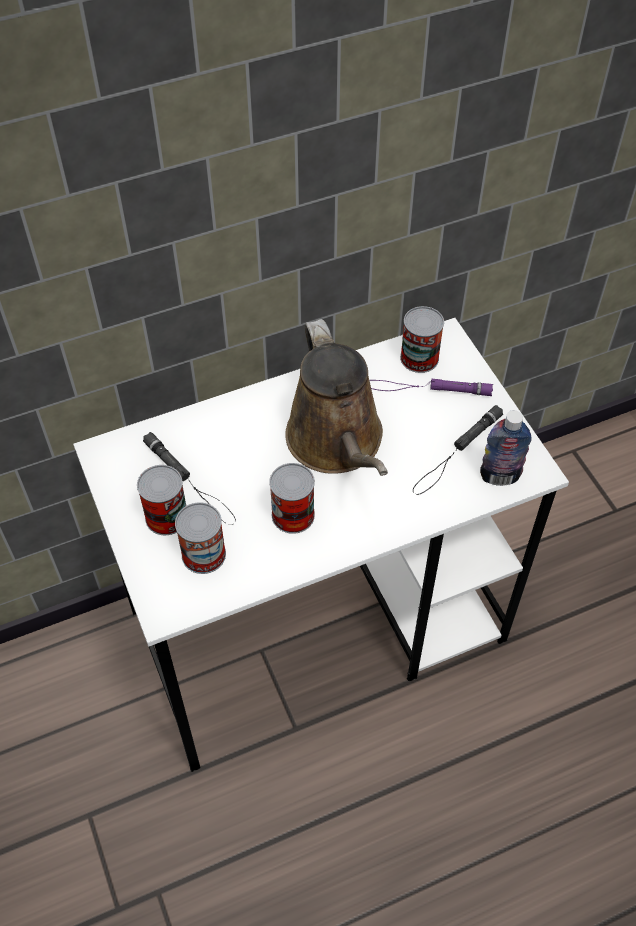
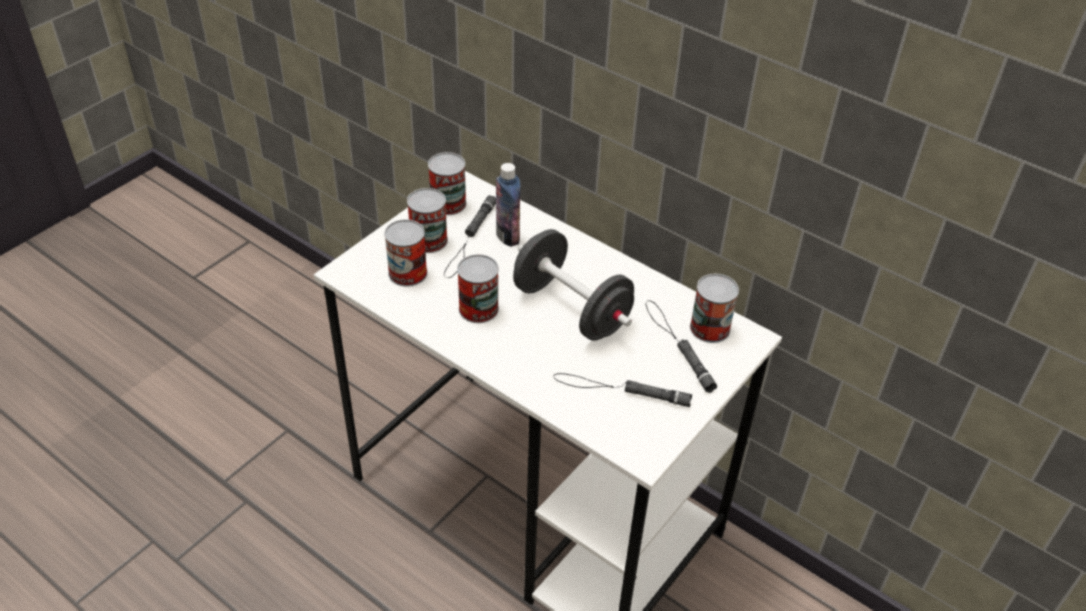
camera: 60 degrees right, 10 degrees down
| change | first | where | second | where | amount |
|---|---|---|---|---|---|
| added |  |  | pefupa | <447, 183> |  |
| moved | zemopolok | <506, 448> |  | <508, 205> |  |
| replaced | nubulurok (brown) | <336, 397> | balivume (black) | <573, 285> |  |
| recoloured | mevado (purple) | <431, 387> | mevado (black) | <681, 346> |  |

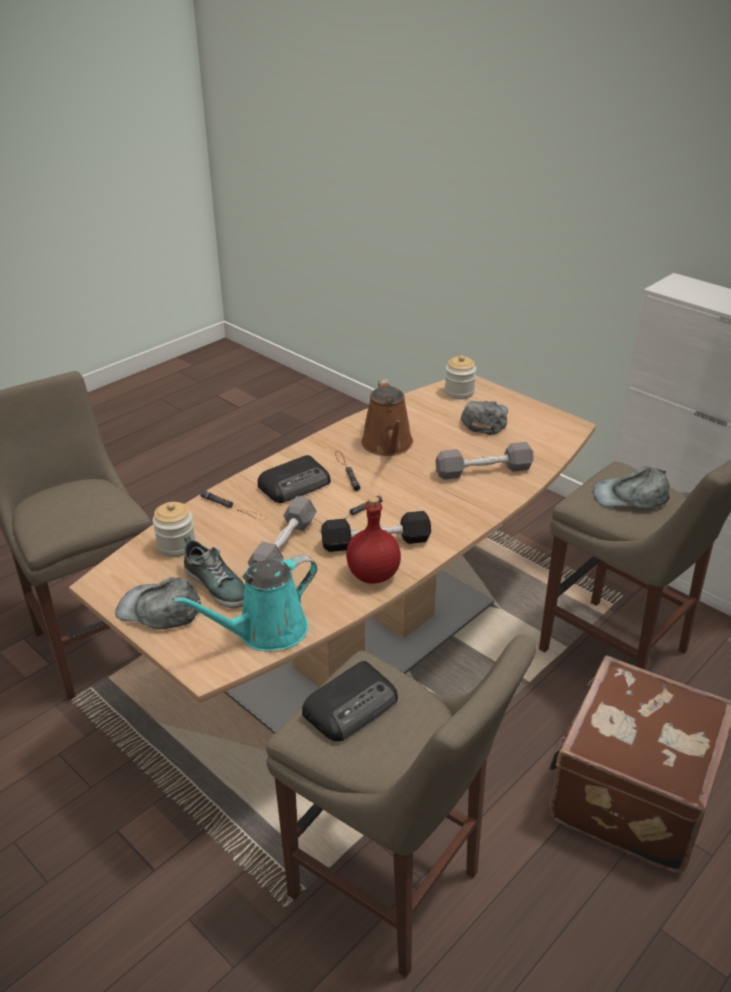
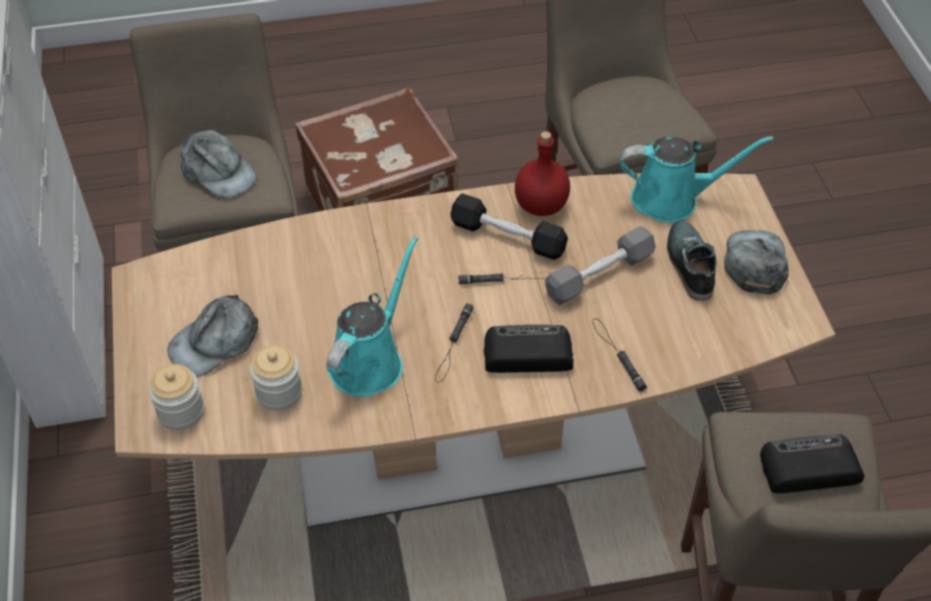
camera: 145 degrees left, 15 degrees up
| change | first | where | second | where | amount |
|---|---|---|---|---|---|
| removed | balivume (grey) | <485, 460> |  |  |  |
| moved | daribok | <174, 529> |  | <276, 377> |  |
| moved | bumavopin | <350, 701> |  | <812, 463> |  |
| recoloured | nubulurok (brown) | <387, 417> | nubulurok (turquoise) | <372, 316> |  |
| turned | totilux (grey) | <158, 603> |  | <756, 262> | 135 degrees counterclockwise |

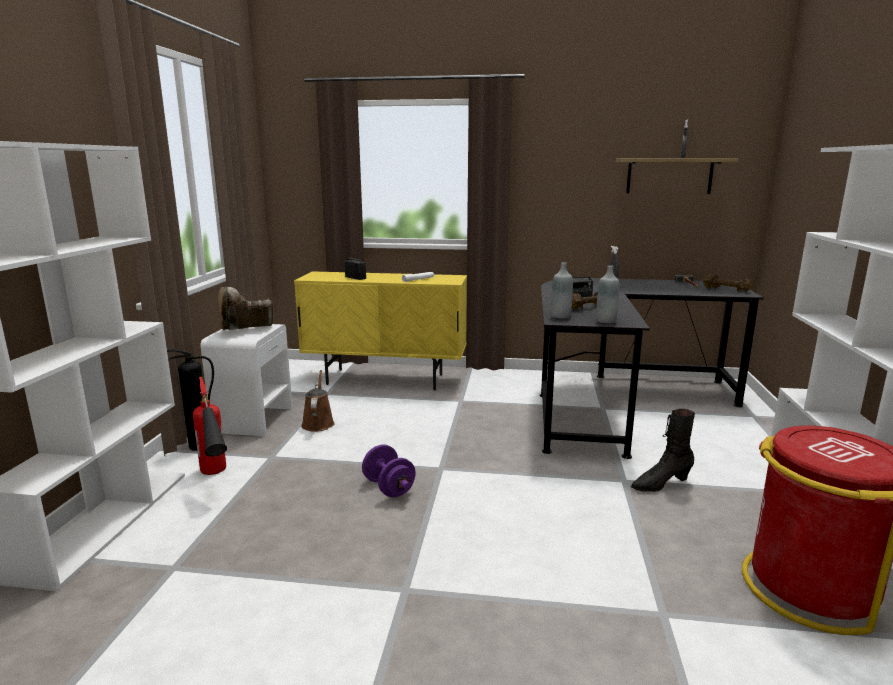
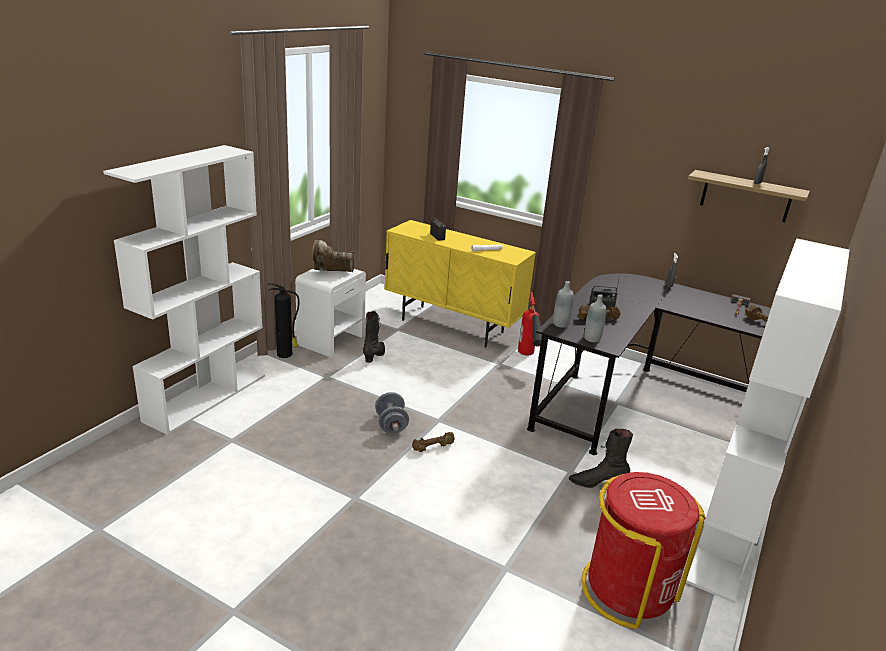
camera: 20 degrees right, 10 degrees up
| change | first | where | second | where | amount |
|---|---|---|---|---|---|
| added |  |  | balivume (brown) | <433, 442> |  |
| moved | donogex | <210, 426> |  | <530, 324> |  |
| replaced | nubulurok (brown) | <318, 401> | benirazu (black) | <374, 337> |  |
| recoloured | balivume (purple) | <389, 470> | balivume (grey) | <392, 413> |  |

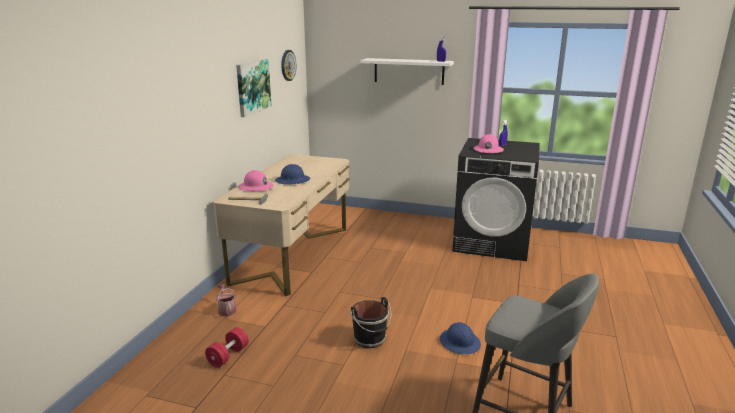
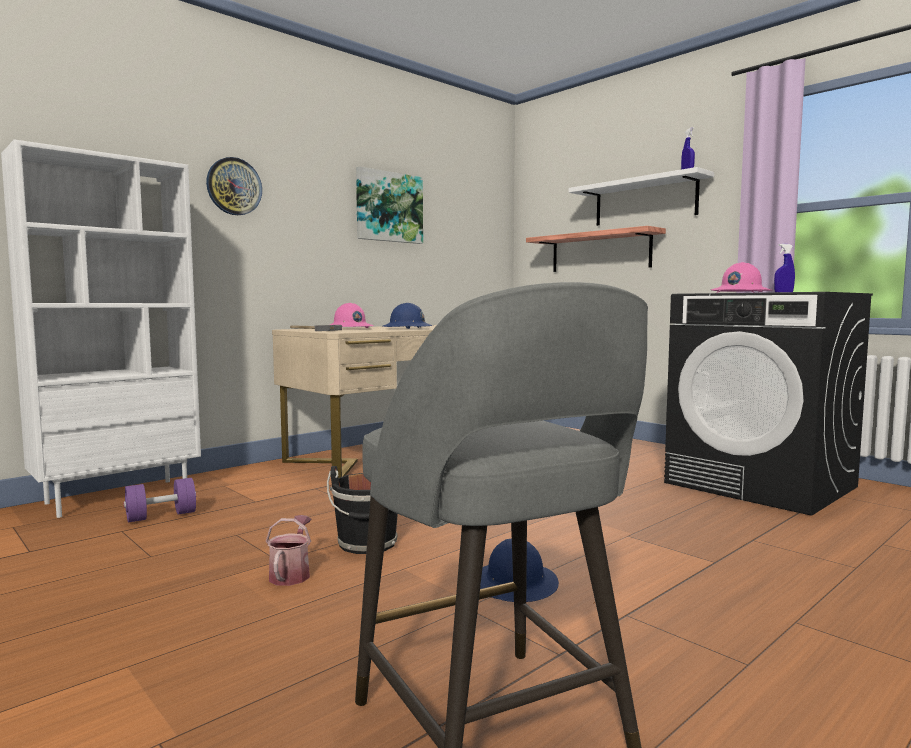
camera: 30 degrees right, 15 degrees down
| change | first | where | second | where | amount |
|---|---|---|---|---|---|
| added |  |  | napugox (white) | <101, 328> |  |
| added |  |  | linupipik | <596, 249> |  |
| moved | nubulurok | <226, 300> |  | <288, 550> |  |
| moved | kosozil | <288, 65> |  | <234, 186> |  |
| recoloured | balivume (red) | <227, 347> | balivume (purple) | <159, 500> |  |

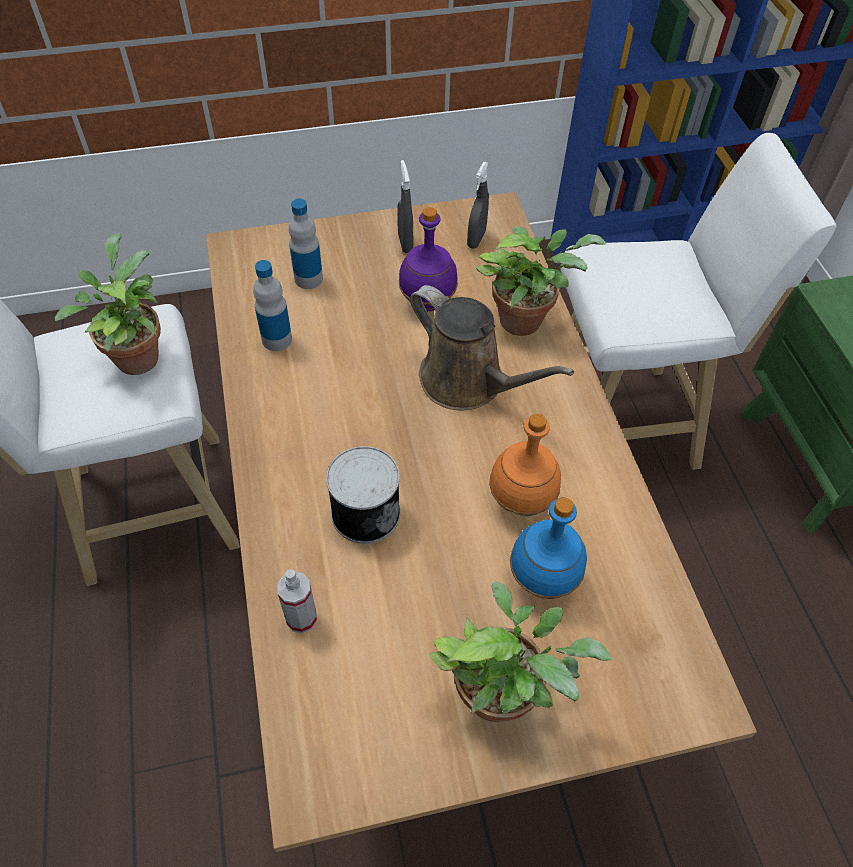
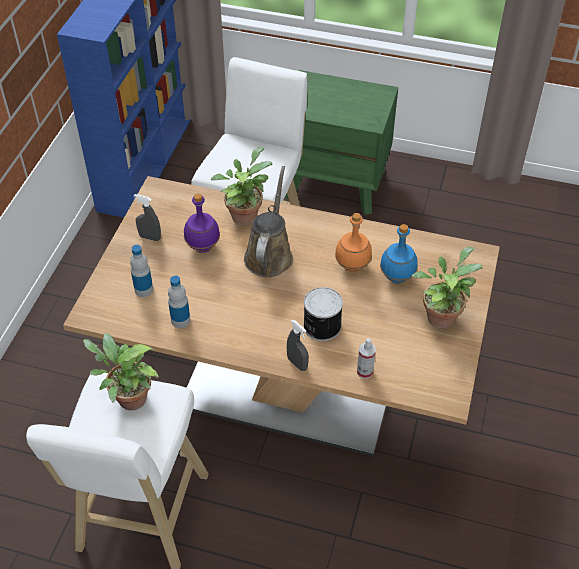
camera: 60 degrees left, 5 degrees down
| change | first | where | second | where | amount |
|---|---|---|---|---|---|
| moved | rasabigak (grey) | <478, 205> |  | <298, 345> |  |
| turned | nubulurok (brown) | <492, 347> |  | <268, 221> | 60 degrees counterclockwise |

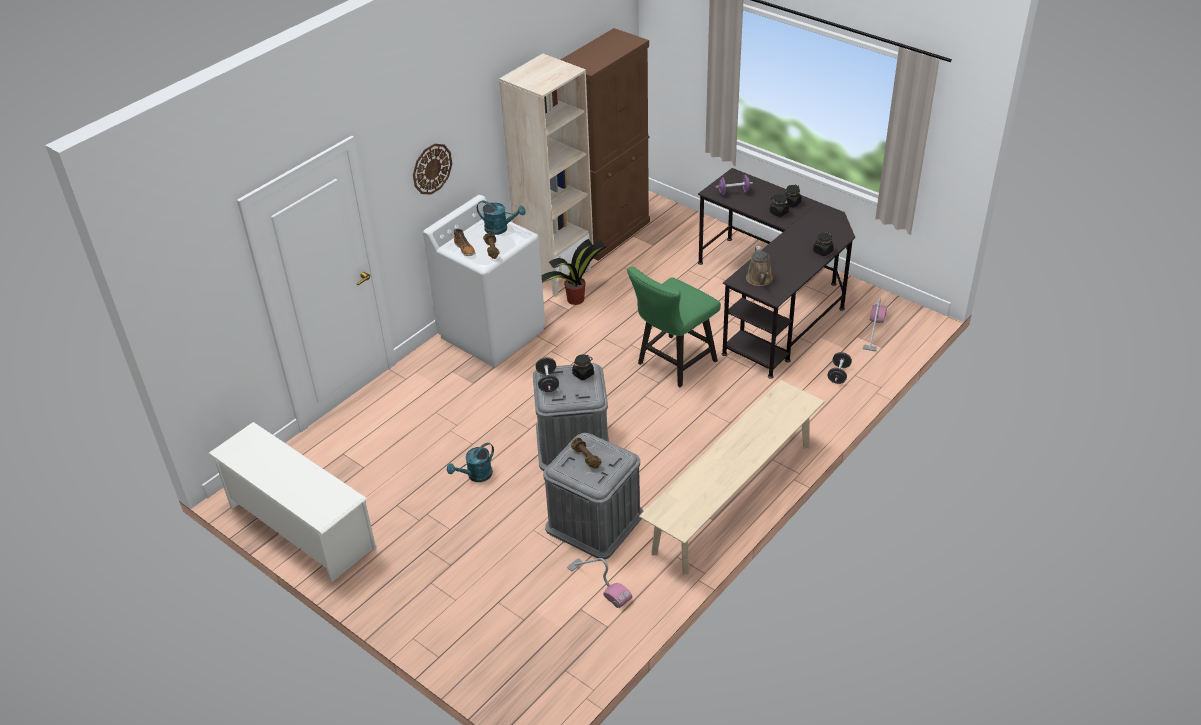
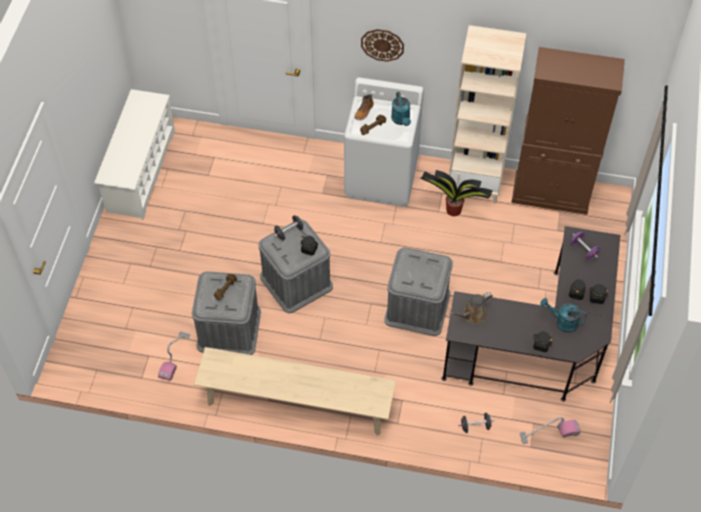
camera: 60 degrees right, 15 degrees up
| change | first | where | second | where | amount |
|---|---|---|---|---|---|
| moved | nubulurok (turquoise) | <470, 462> |  | <563, 315> |  |
| replaced | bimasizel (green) | <674, 326> | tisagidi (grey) | <418, 291> |  |

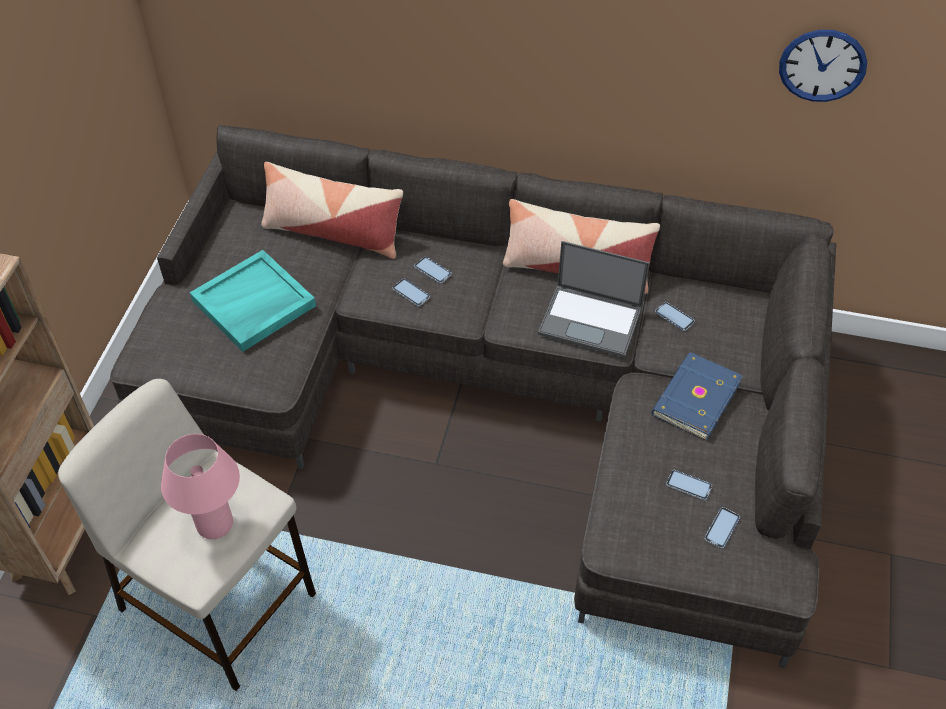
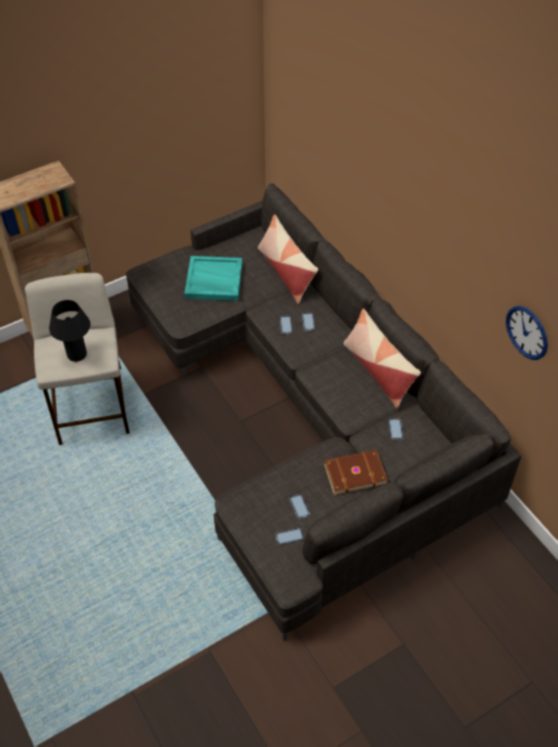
camera: 45 degrees right, 0 degrees up
| change | first | where | second | where | amount |
|---|---|---|---|---|---|
| removed | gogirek | <594, 299> |  |  |  |
| recoloured | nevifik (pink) | <200, 486> | nevifik (black) | <69, 331> |  |
| recoloured | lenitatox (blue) | <697, 396> | lenitatox (brown) | <356, 472> |  |

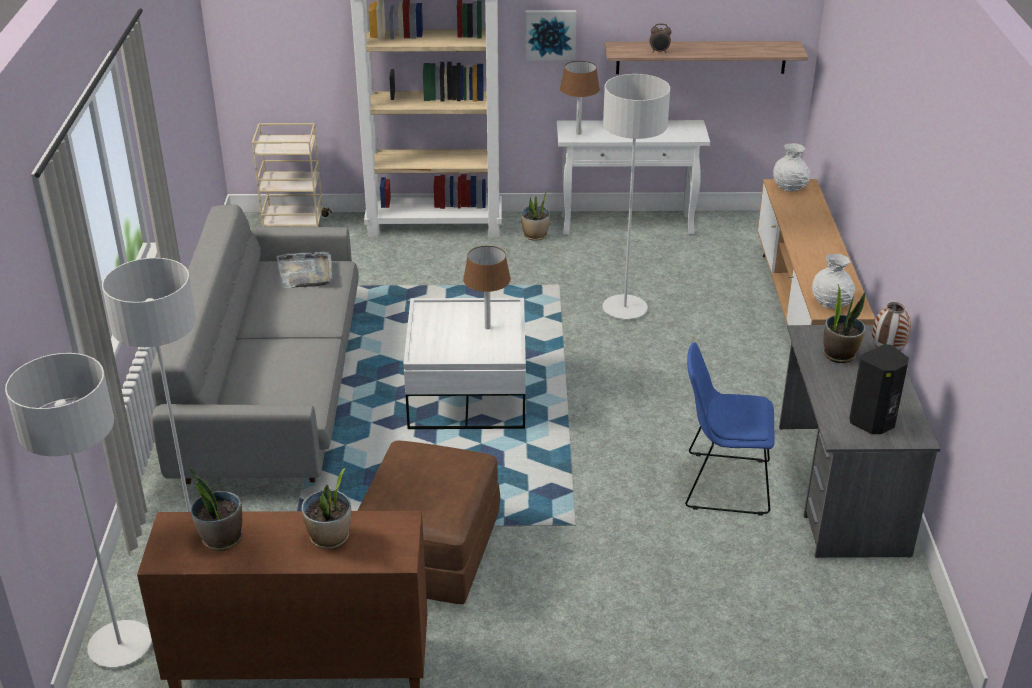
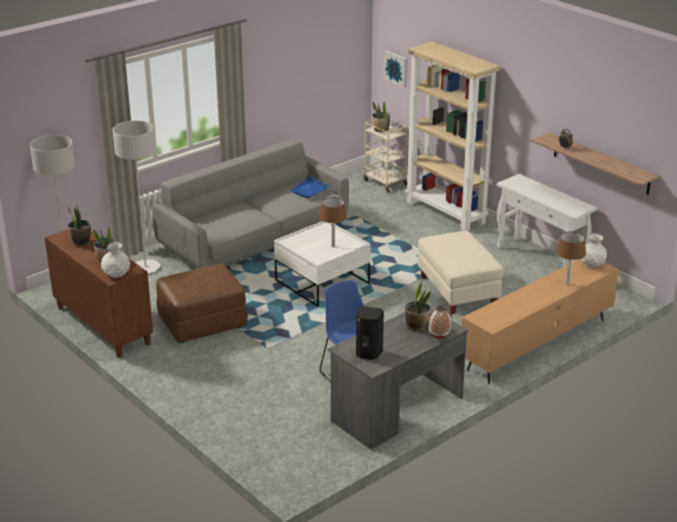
camera: 50 degrees right, 5 degrees down
| change | first | where | second | where | amount |
|---|---|---|---|---|---|
| moved | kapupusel | <535, 215> |  | <381, 117> |  |
| moved | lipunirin | <550, 35> |  | <396, 69> |  |
| moved | nevifik (brown) | <580, 98> |  | <571, 258> |  |
| moved | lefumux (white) | <834, 281> |  | <115, 260> |  |
| replaced | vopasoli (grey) | <636, 196> | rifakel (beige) | <460, 272> |  |
| recoloured | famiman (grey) | <305, 270> | famiman (blue) | <309, 187> |  |

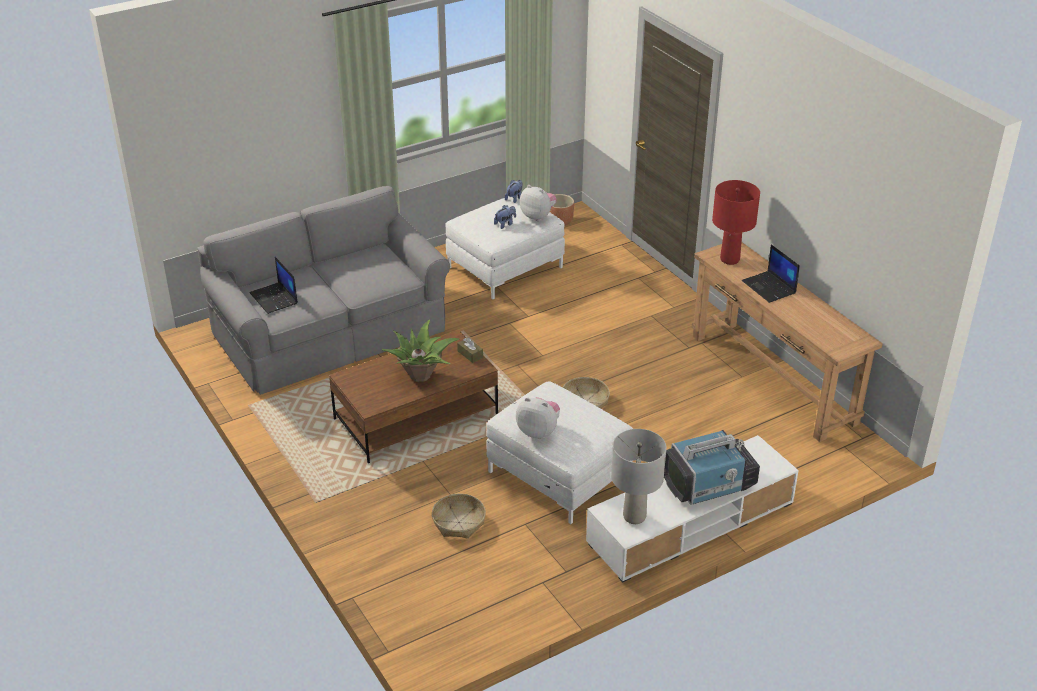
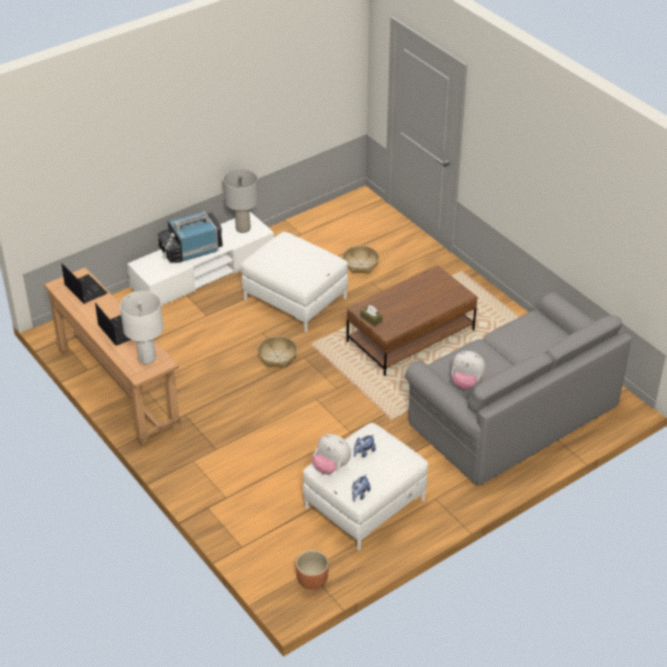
camera: 175 degrees right, 5 degrees up
| change | first | where | second | where | amount |
|---|---|---|---|---|---|
| removed | kapupusel | <421, 351> |  |  |  |
| moved | gogirek | <274, 285> |  | <84, 284> |  |
| moved | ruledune | <538, 418> |  | <469, 370> |  |
| recoloured | nevifik (red) | <736, 222> | nevifik (white) | <141, 327> |  |

